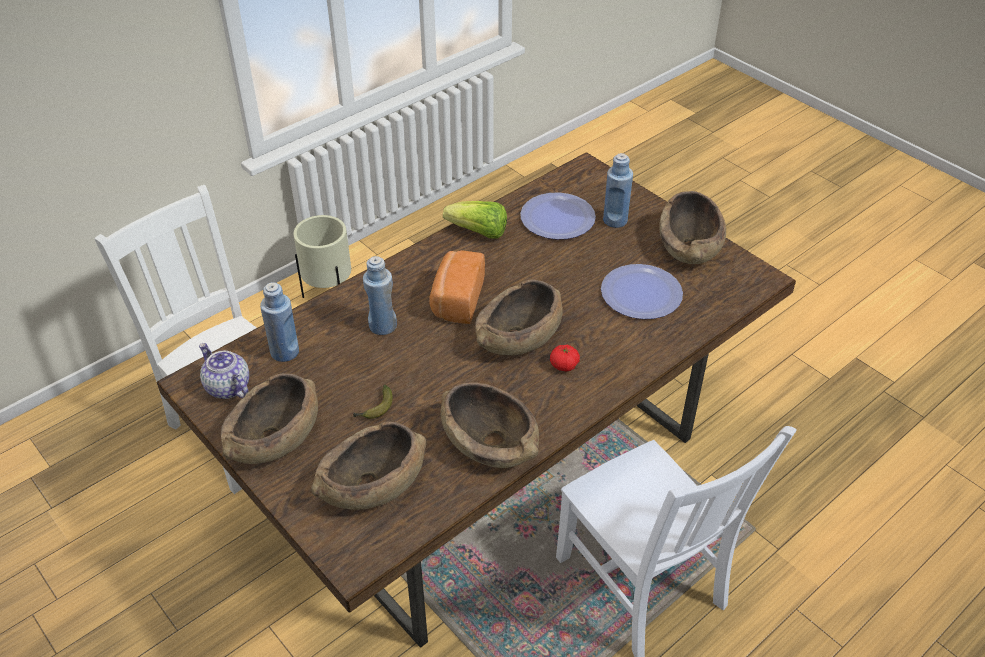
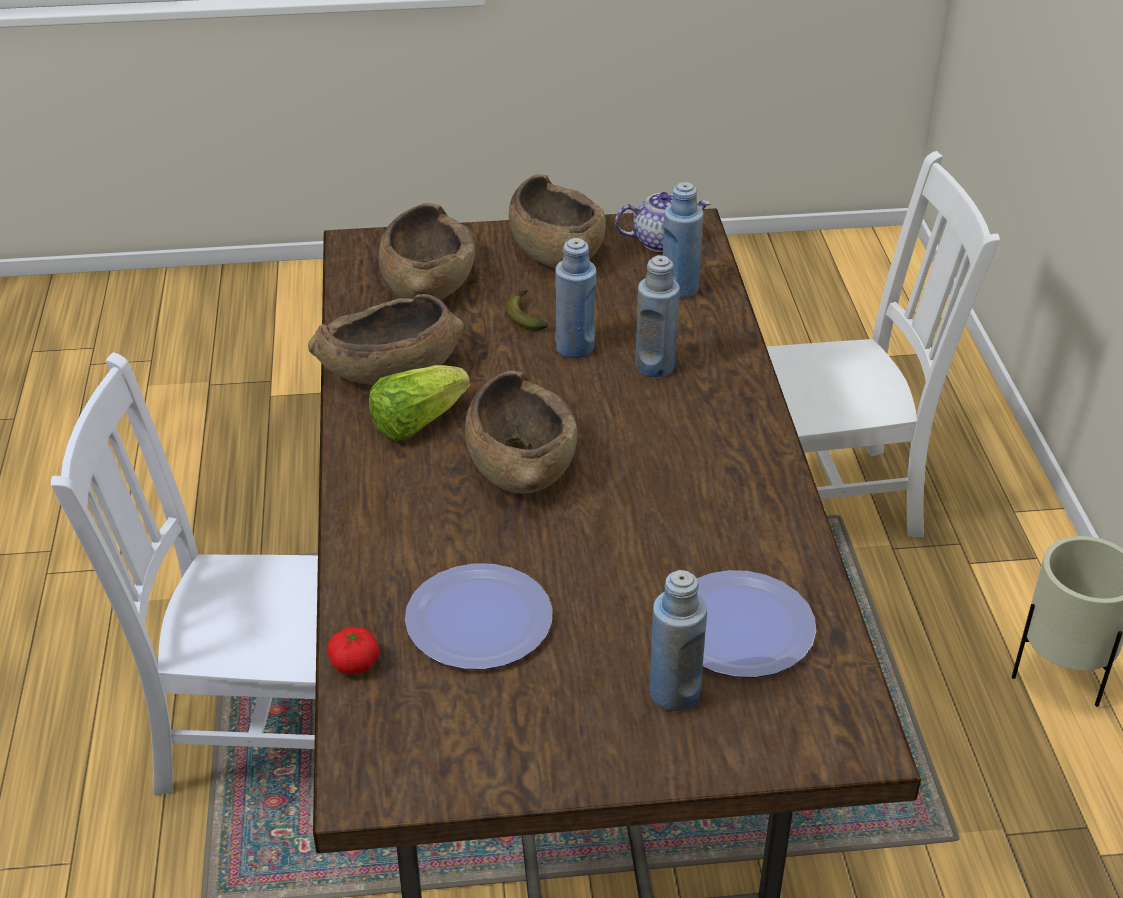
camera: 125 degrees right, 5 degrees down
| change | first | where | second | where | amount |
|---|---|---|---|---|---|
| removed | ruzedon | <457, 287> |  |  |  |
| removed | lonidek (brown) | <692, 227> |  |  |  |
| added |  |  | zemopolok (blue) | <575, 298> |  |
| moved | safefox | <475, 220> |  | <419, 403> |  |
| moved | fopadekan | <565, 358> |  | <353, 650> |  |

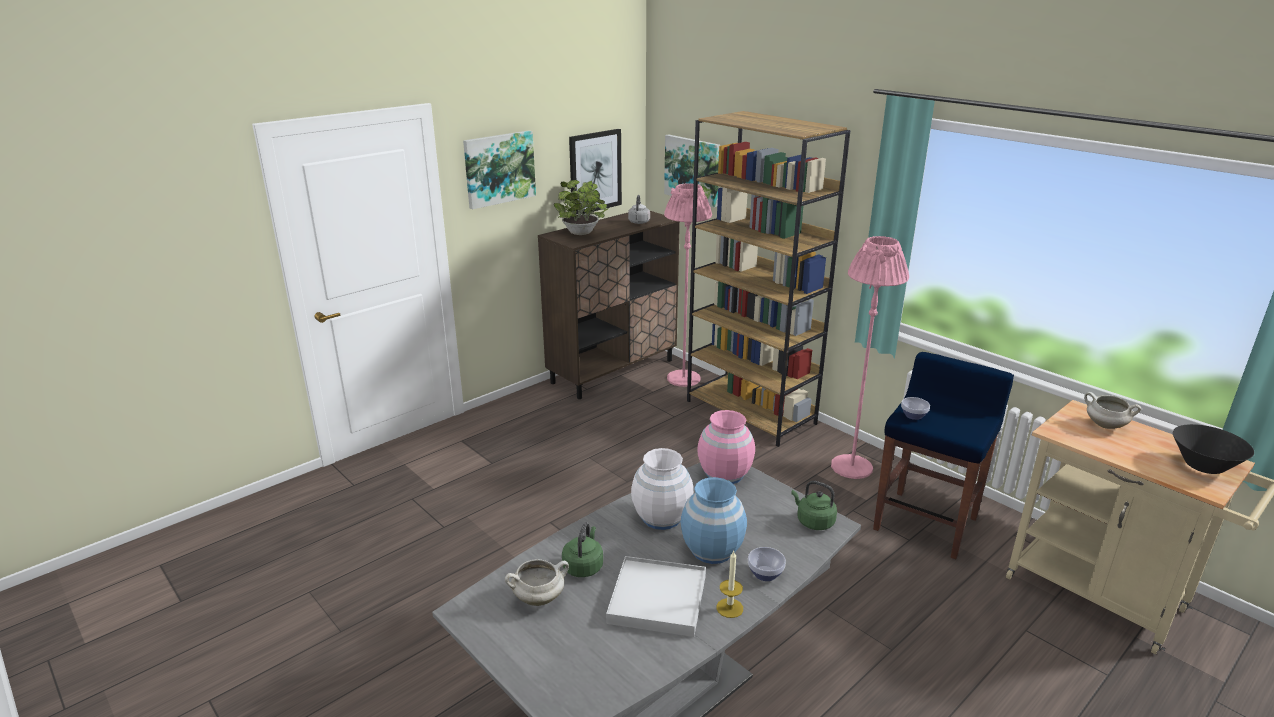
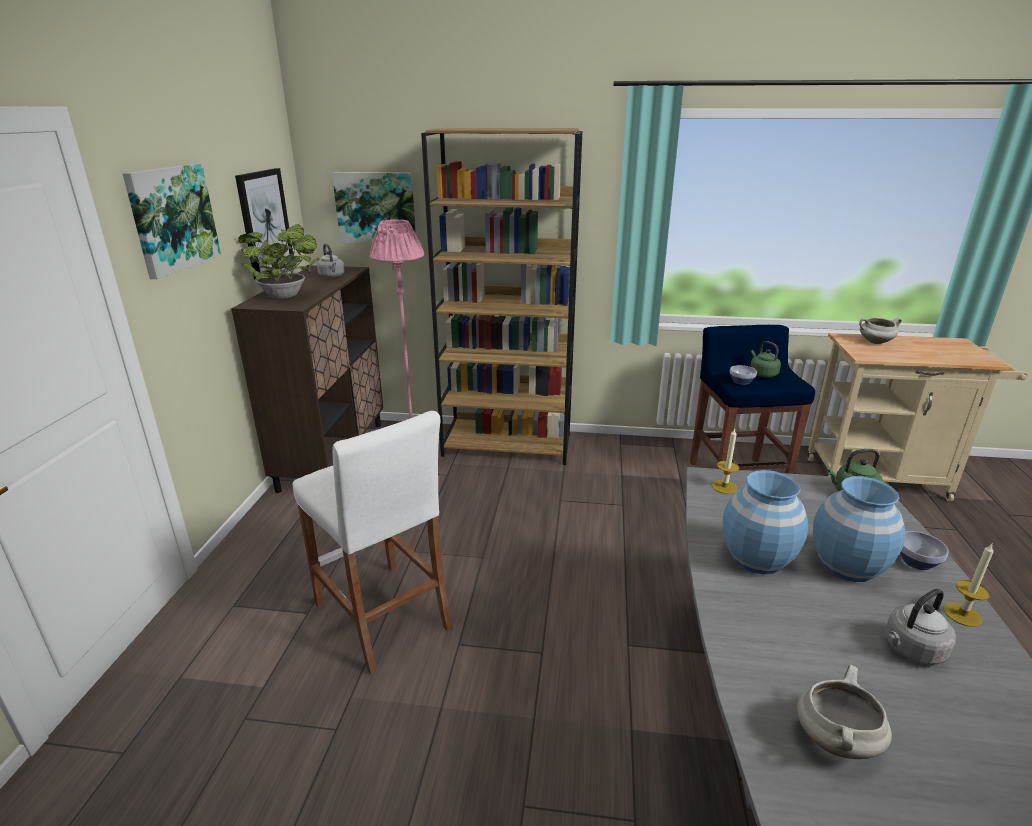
camera: 40 degrees left, 0 degrees up
| change | first | where | second | where | amount |
|---|---|---|---|---|---|
| removed | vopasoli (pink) | <870, 357> |  |  |  |
| removed | lonidek (black) | <1213, 449> |  |  |  |
| added |  |  | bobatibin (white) | <372, 543> |  |
| moved | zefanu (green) | <582, 550> |  | <765, 359> |  |
| replaced | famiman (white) | <656, 596> | zefanu (grey) | <920, 627> |  |
| replaced | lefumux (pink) | <726, 447> | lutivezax | <725, 461> |  |
| recoloured | lefumux (white) | <662, 489> | lefumux (blue) | <765, 522> |  |

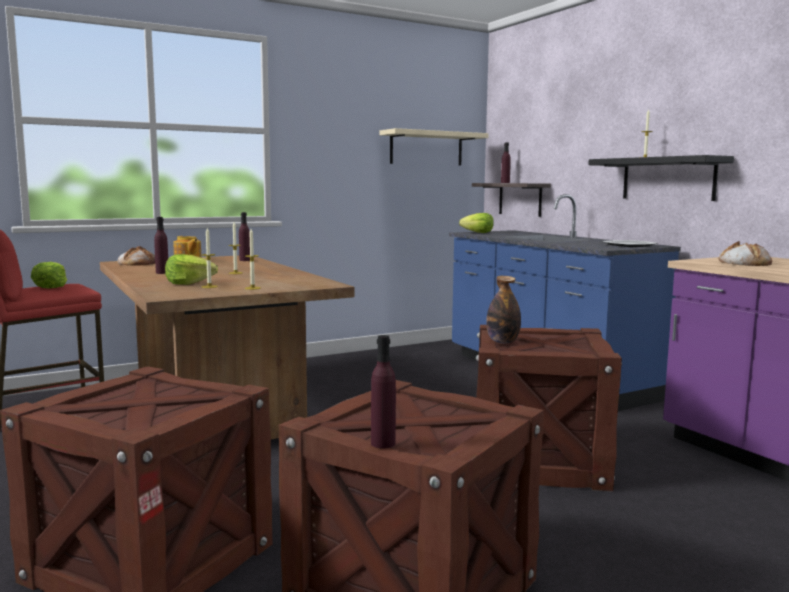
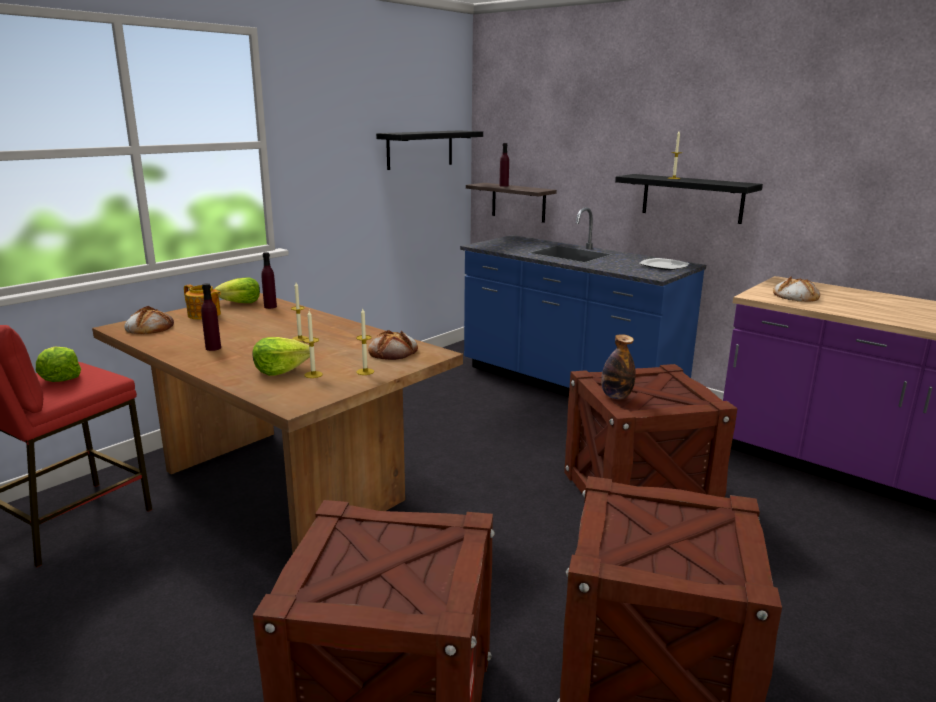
camera: 20 degrees left, 10 degrees up
| change | first | where | second | where | amount |
|---|---|---|---|---|---|
| removed | zemopolok (purple) | <383, 391> |  |  |  |
| added |  |  | ruzedon | <393, 345> |  |
| moved | safefox | <476, 223> |  | <237, 290> |  |
| recoloured | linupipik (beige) | <434, 146> | linupipik (black) | <429, 150> |  |

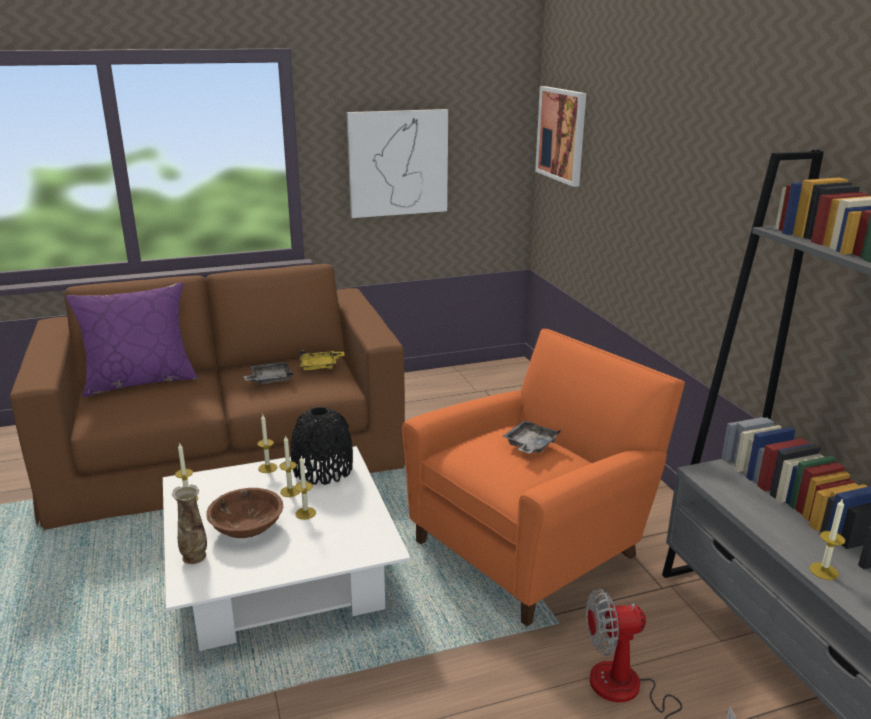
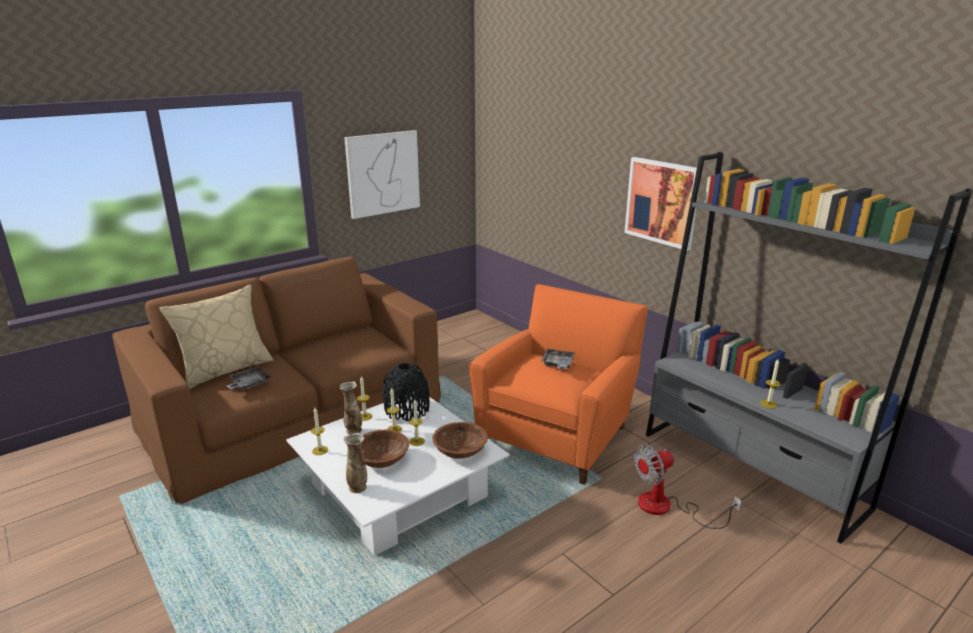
camera: 20 degrees left, 0 degrees up
| change | first | where | second | where | amount |
|---|---|---|---|---|---|
| removed | famiman (yellow) | <322, 360> |  |  |  |
| added |  |  | lefumux | <350, 408> |  |
| added |  |  | lonidek (brown) | <460, 440> |  |
| moved | famiman (grey) | <268, 373> |  | <248, 378> |  |
| moved | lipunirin | <560, 136> |  | <661, 204> |  |
| recoloured | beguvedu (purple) | <132, 339> | beguvedu (beige) | <216, 336> |  |

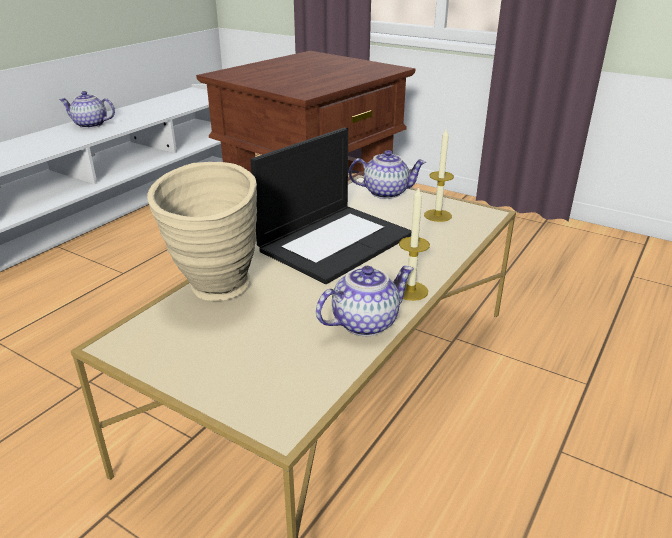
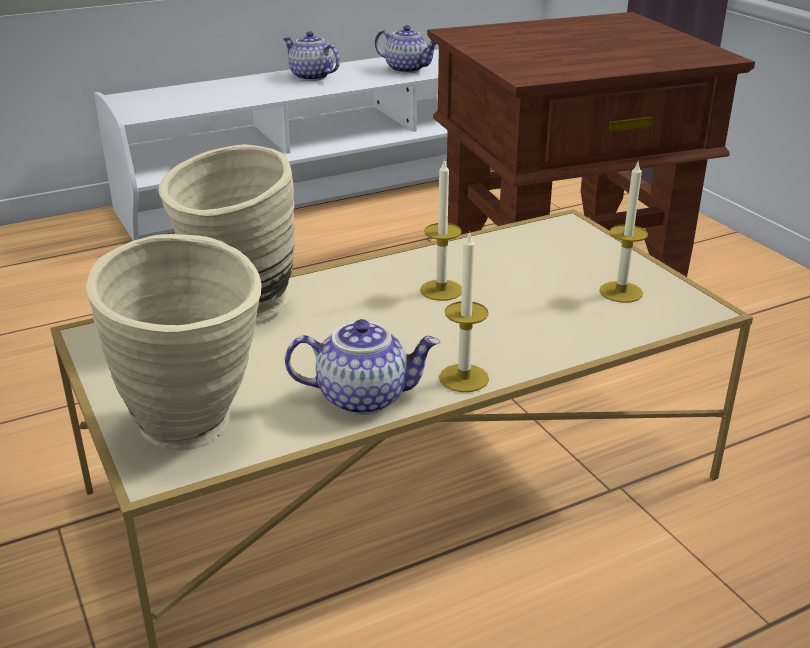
camera: 30 degrees right, 0 degrees up
| change | first | where | second | where | amount |
|---|---|---|---|---|---|
| added |  |  | lefumux (beige) | <174, 342> |  |
| moved | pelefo | <387, 174> |  | <405, 49> |  |
| replaced | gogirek | <331, 205> | lutivezax | <441, 230> |  |

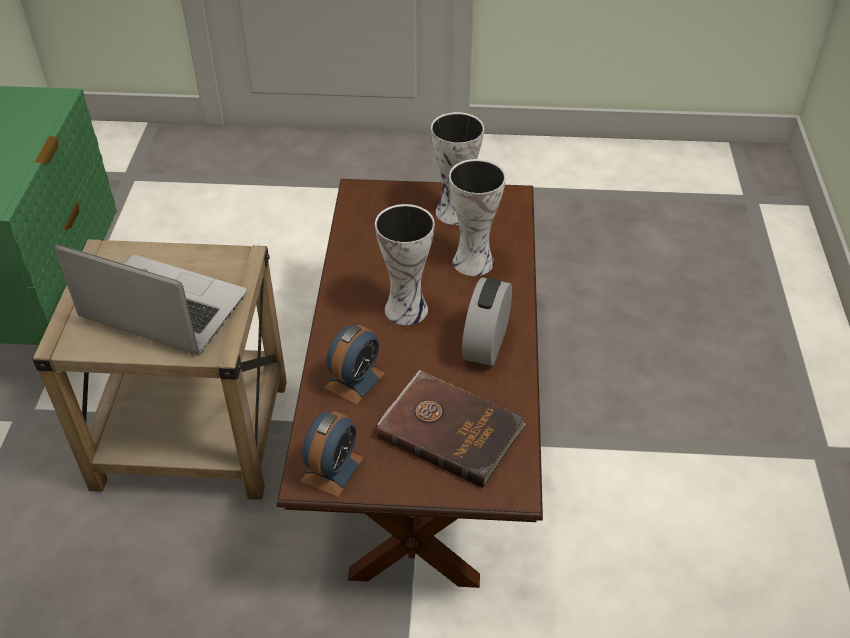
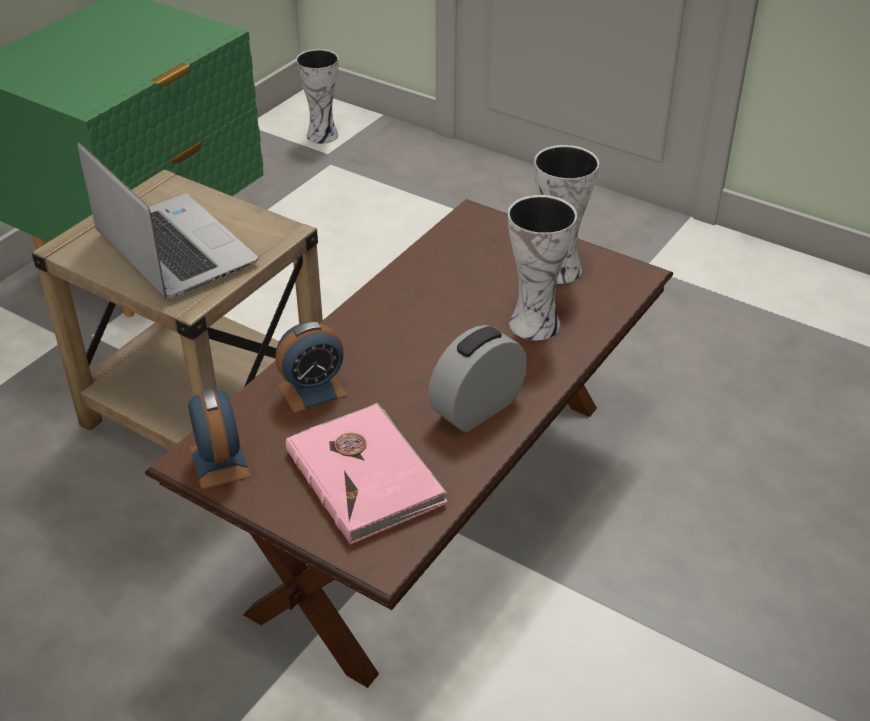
camera: 30 degrees right, 5 degrees down
| change | first | where | second | where | amount |
|---|---|---|---|---|---|
| moved | lefumux | <405, 264> |  | <317, 96> |  |
| recoloured | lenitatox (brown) | <451, 429> | lenitatox (pink) | <366, 474> |  |
| turned | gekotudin | <332, 454> |  | <219, 439> | 75 degrees counterclockwise |

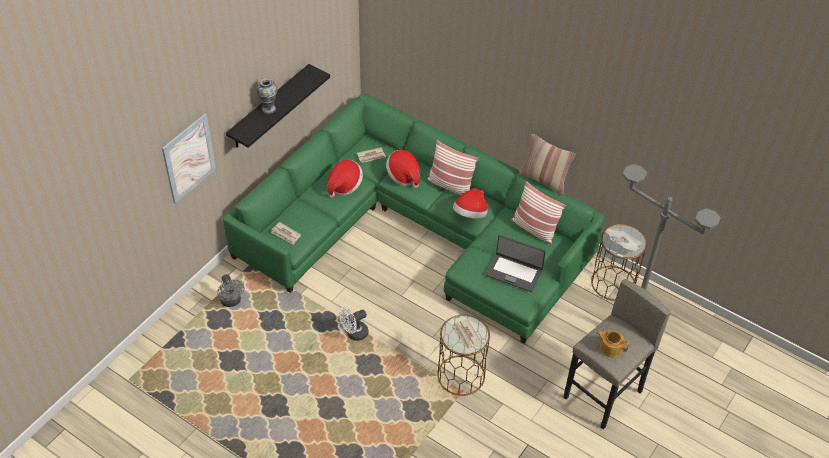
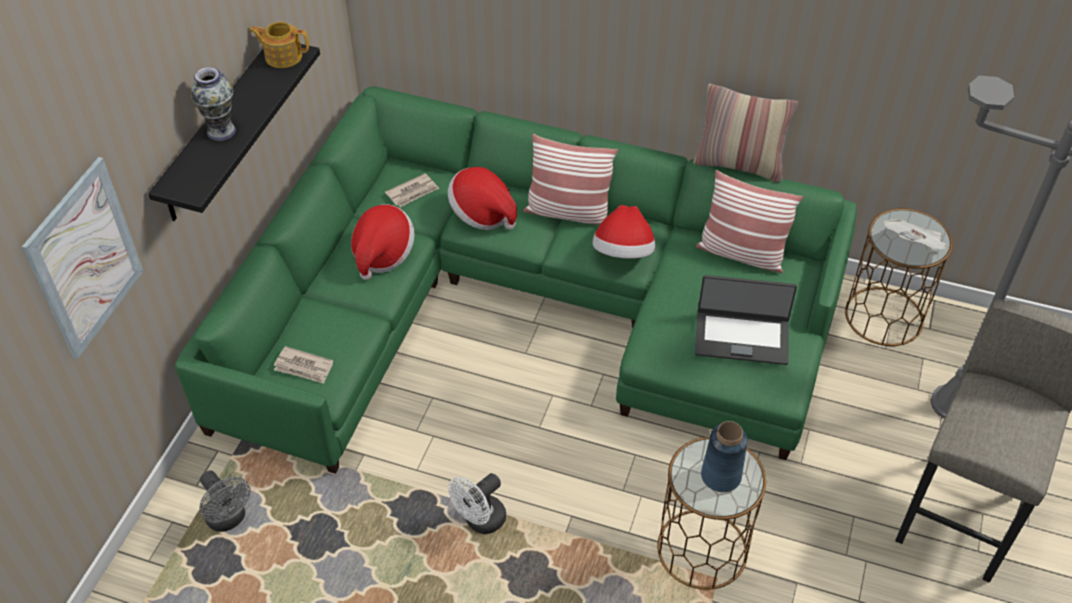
camera: 15 degrees left, 0 degrees up
| change | first | where | second | where | amount |
|---|---|---|---|---|---|
| moved | pelefo | <612, 344> |  | <279, 45> |  |
| replaced | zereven | <467, 334> | lefumux (blue) | <724, 456> |  |

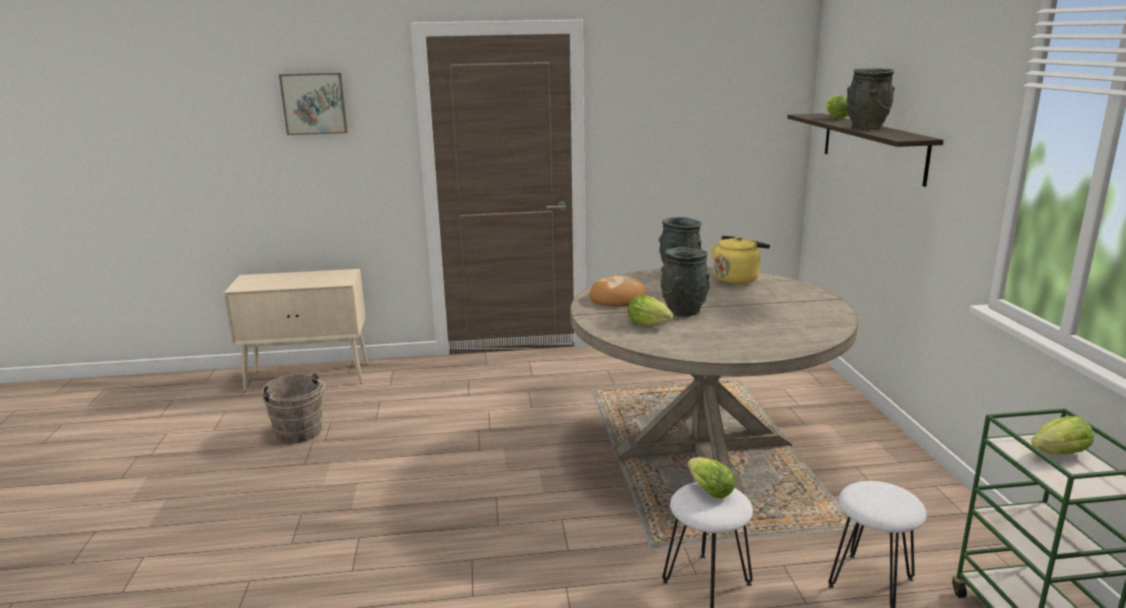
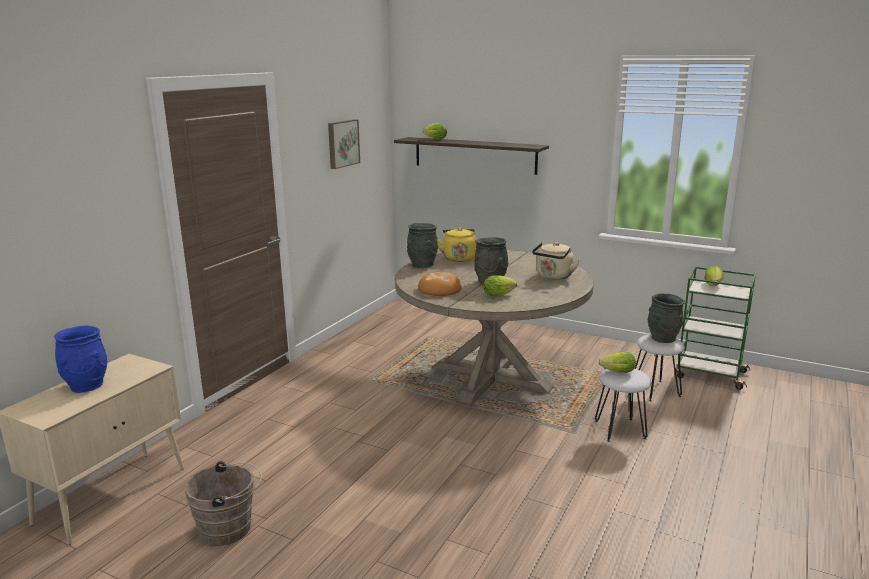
camera: 55 degrees left, 0 degrees up
| change | first | where | second | where | amount |
|---|---|---|---|---|---|
| added |  |  | lefumux (blue) | <81, 359> |  |
| added |  |  | zefanu (beige) | <556, 261> |  |
| moved | lipunirin | <313, 104> |  | <344, 144> |  |
| moved | lefumux (grey) | <871, 98> |  | <666, 318> |  |

